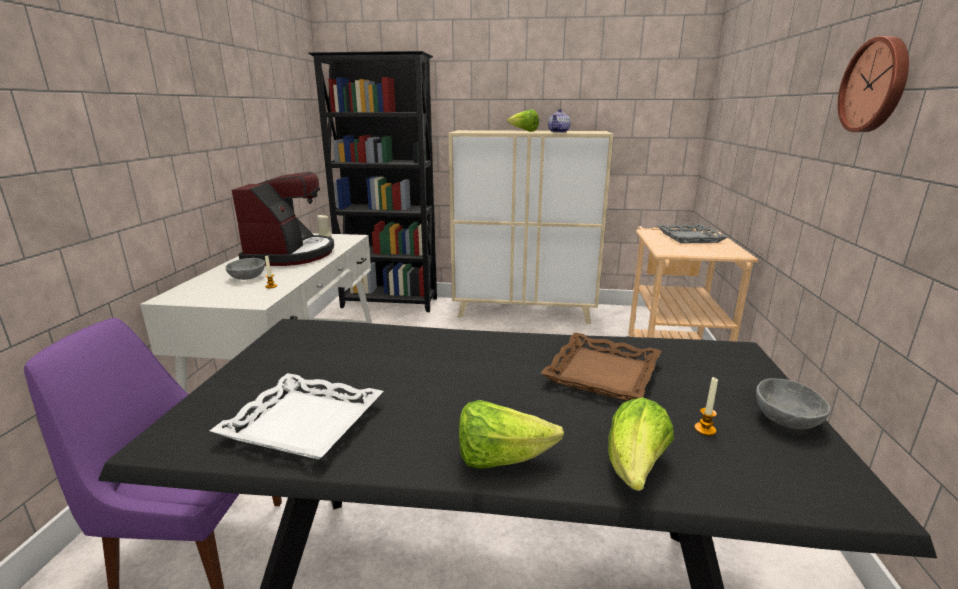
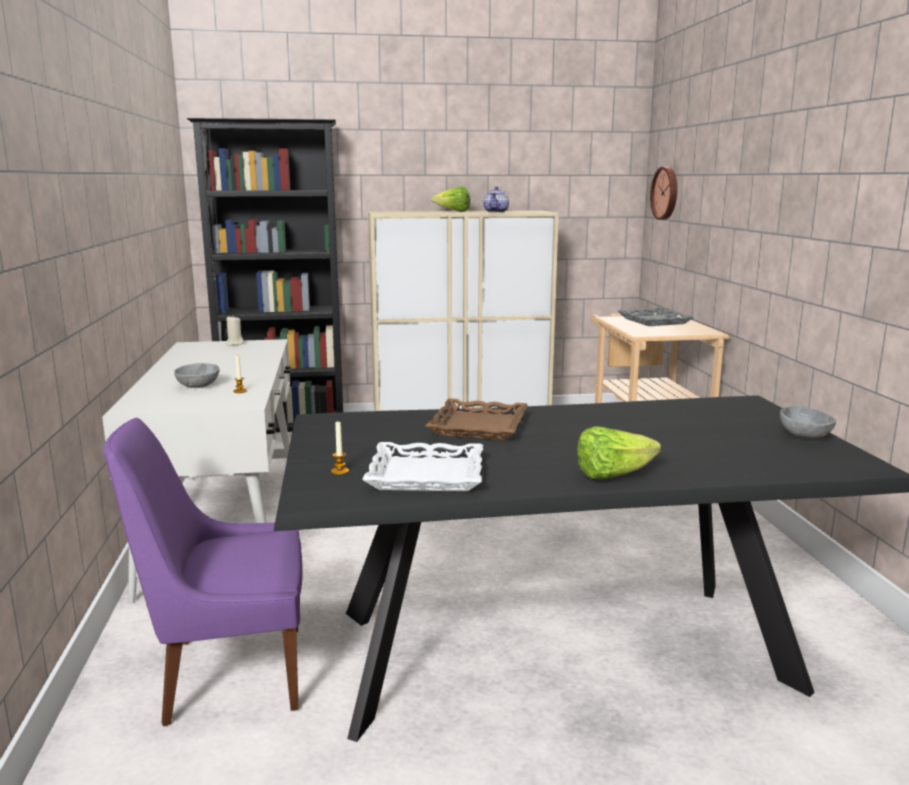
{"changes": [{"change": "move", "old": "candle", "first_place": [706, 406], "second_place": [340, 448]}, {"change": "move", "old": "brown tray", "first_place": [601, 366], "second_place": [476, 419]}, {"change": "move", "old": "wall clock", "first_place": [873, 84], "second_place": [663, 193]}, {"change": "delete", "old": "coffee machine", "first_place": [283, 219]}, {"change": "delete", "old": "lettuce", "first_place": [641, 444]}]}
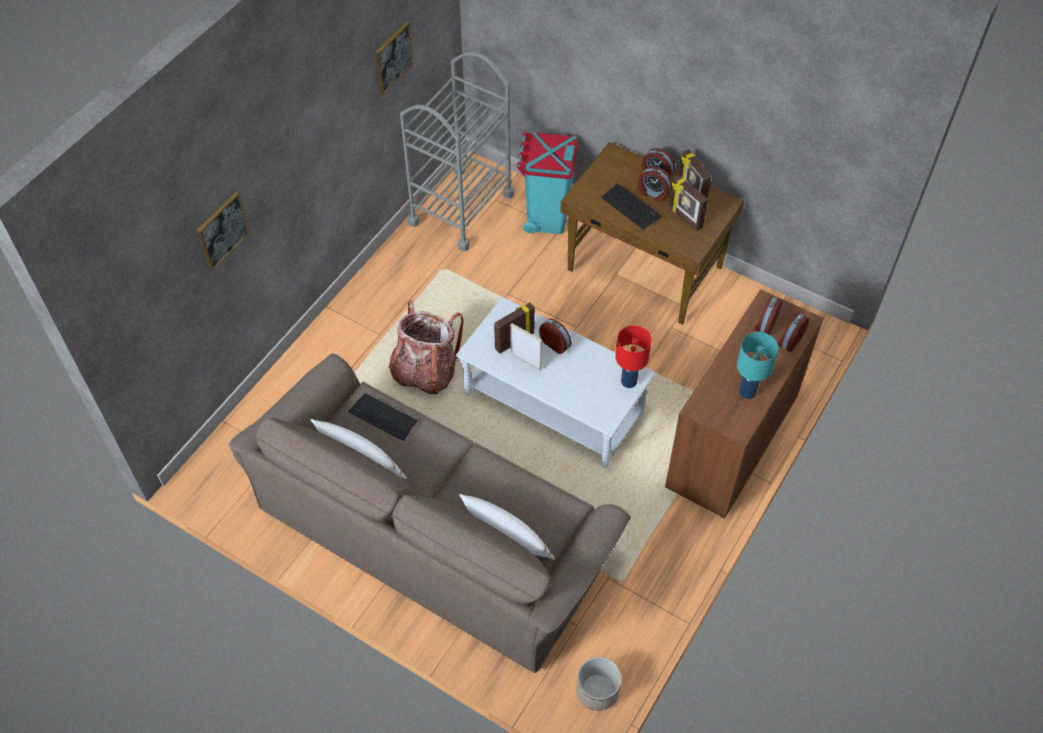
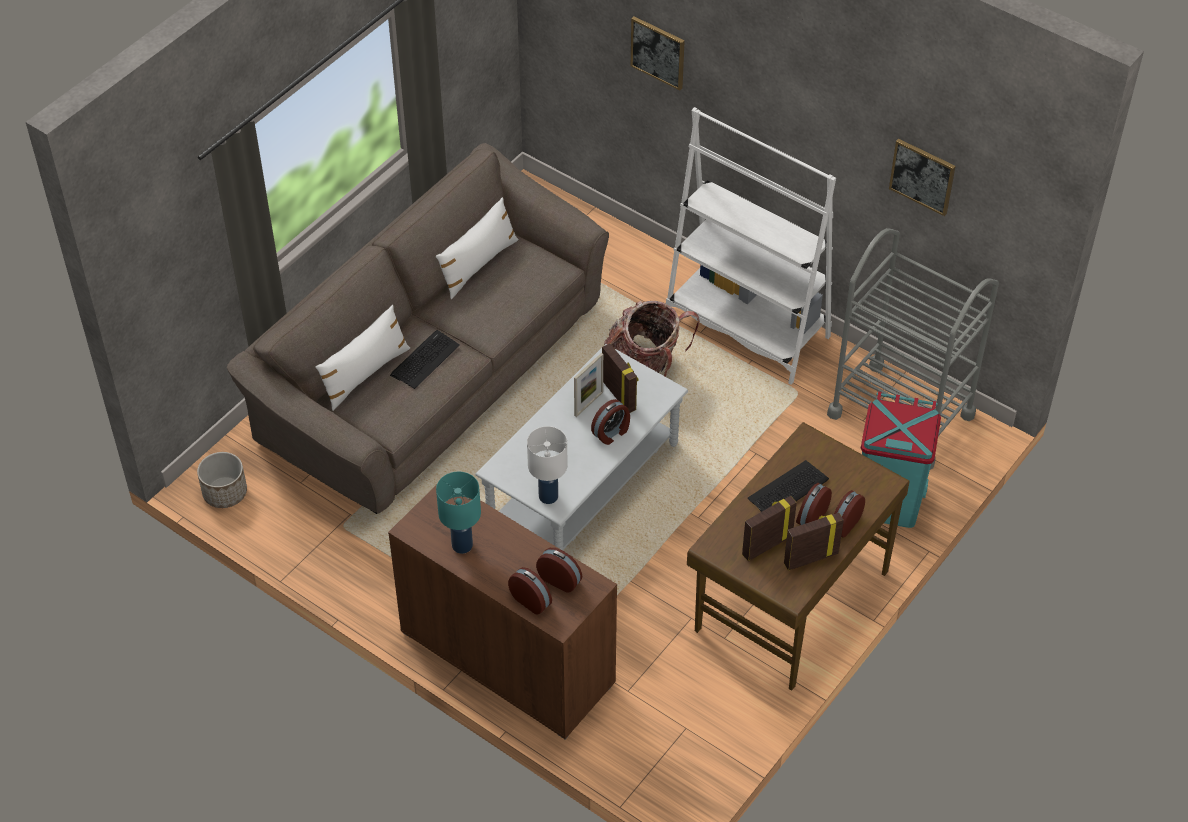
{"changes": [{"change": "move", "old": "keyboard", "first_place": [383, 417], "second_place": [425, 359]}, {"change": "recolor", "old": "red table lamp", "new": "white table lamp", "first_place": [634, 356], "second_place": [547, 465]}, {"change": "insert", "new": "white bookcase", "second_place": [751, 246]}]}
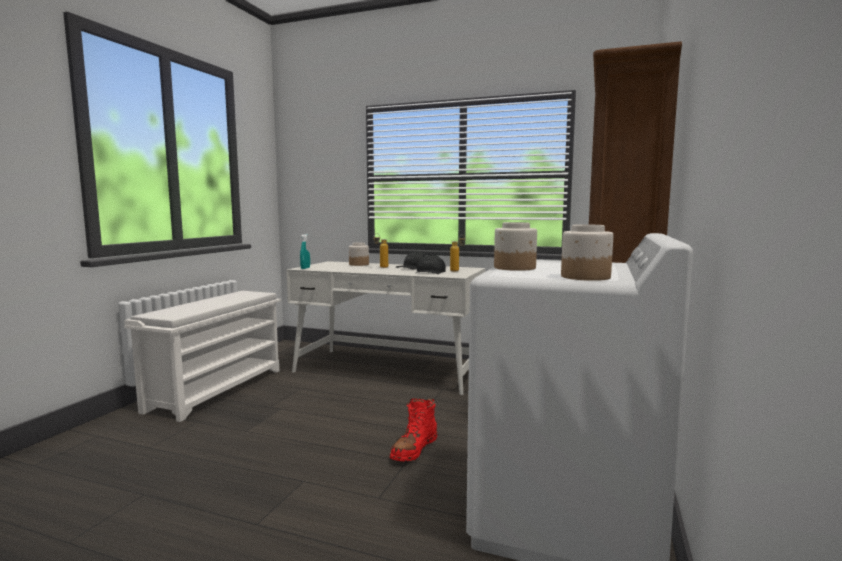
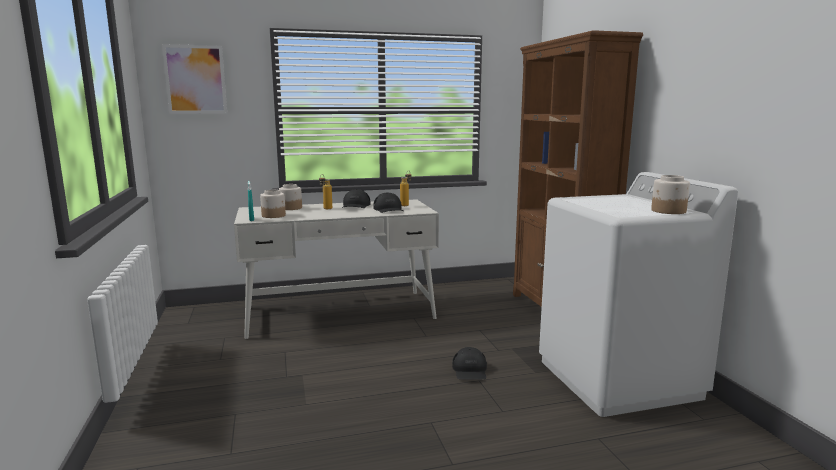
{"changes": [{"change": "insert", "new": "picture", "second_place": [194, 79]}, {"change": "move", "old": "jar", "first_place": [515, 246], "second_place": [273, 204]}, {"change": "replace", "old": "red boot", "new": "black cap", "first_place": [414, 429], "second_place": [469, 363]}, {"change": "delete", "old": "white shoe rack", "first_place": [202, 356]}]}
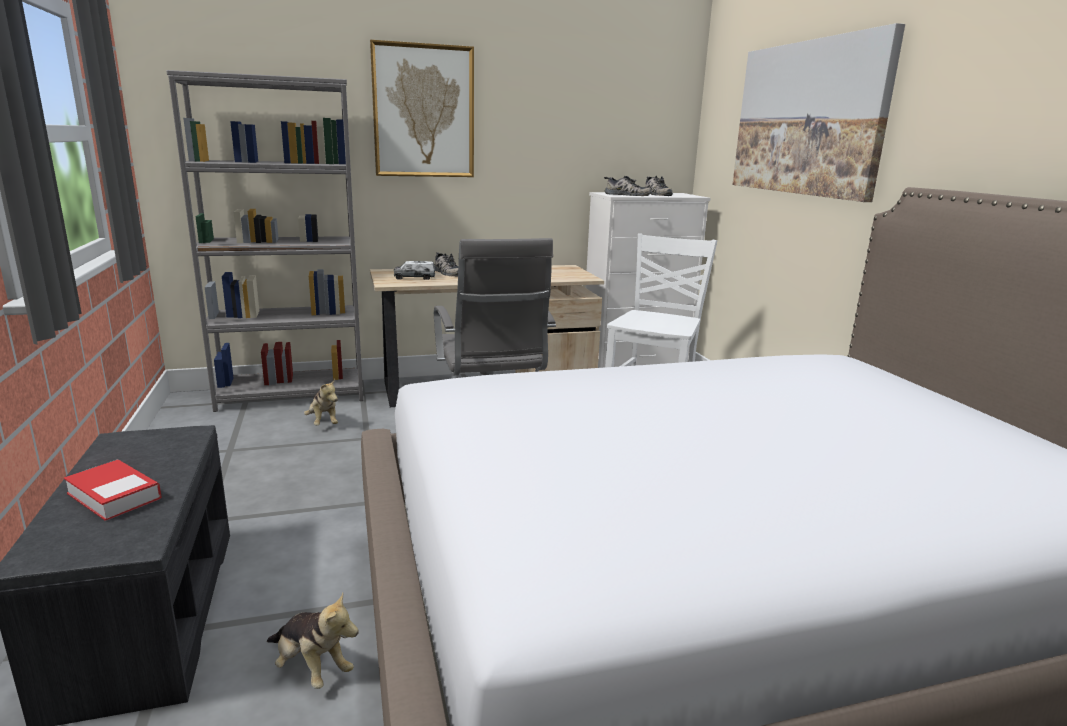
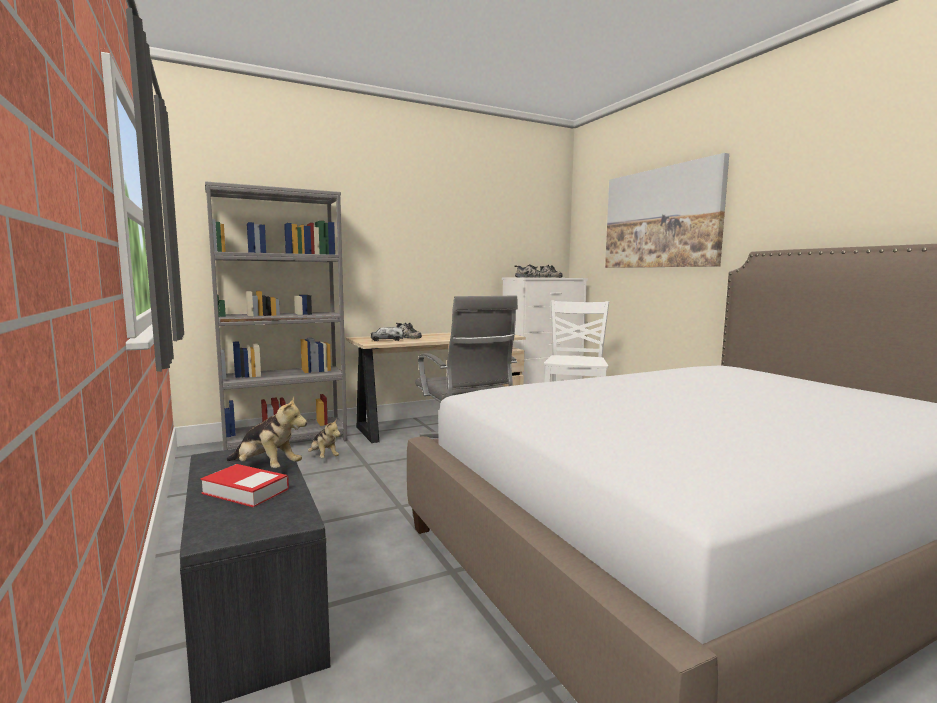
{"changes": [{"change": "move", "old": "plush toy", "first_place": [313, 641], "second_place": [266, 432]}, {"change": "delete", "old": "picture", "first_place": [422, 108]}]}
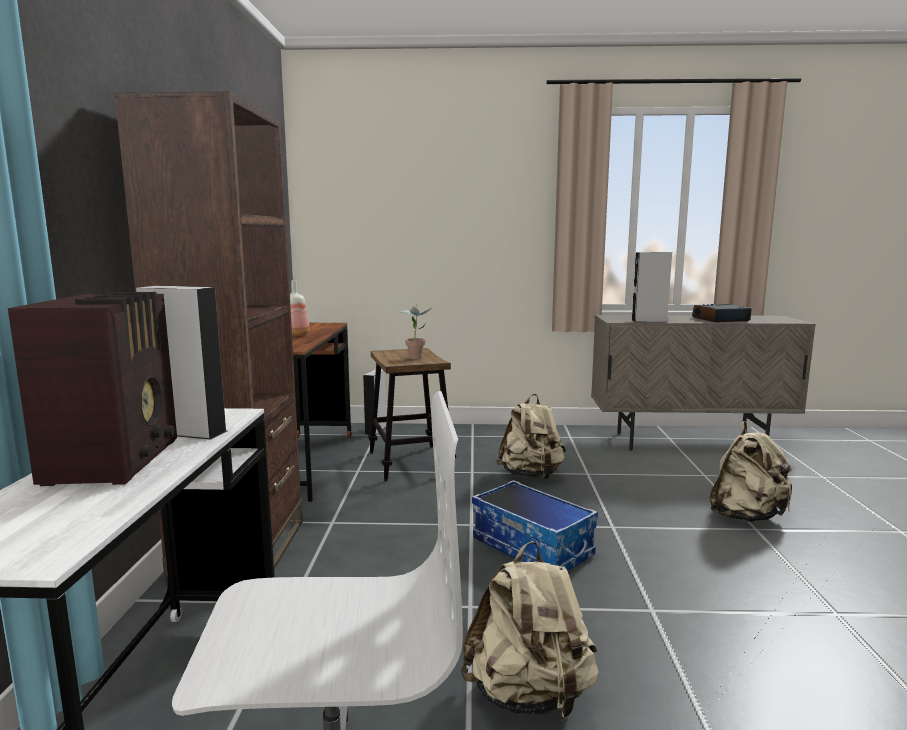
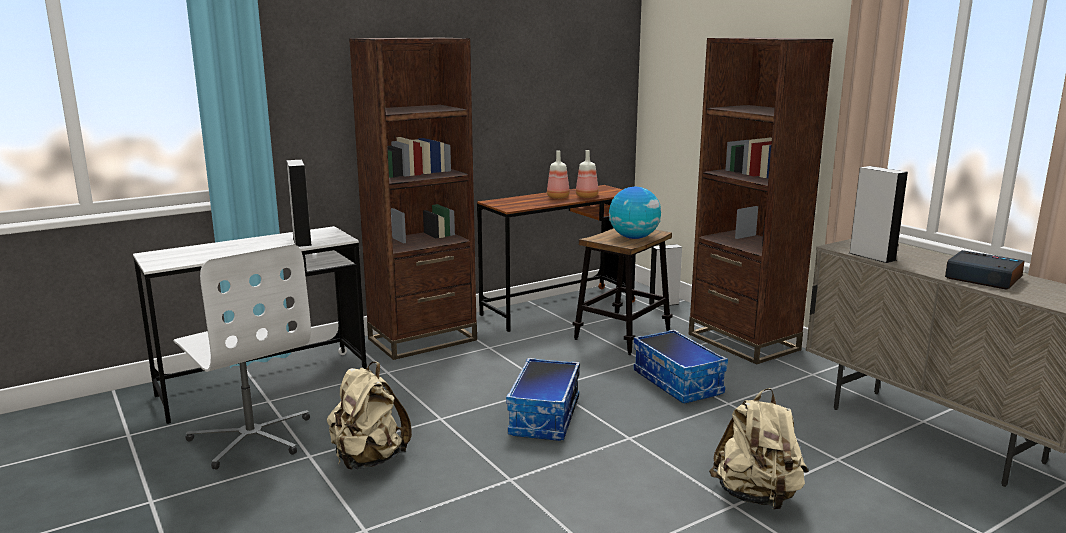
{"changes": [{"change": "insert", "new": "bottle", "second_place": [587, 174]}, {"change": "replace", "old": "potted plant", "new": "globe", "first_place": [415, 332], "second_place": [635, 213]}, {"change": "replace", "old": "beige backpack", "new": "storage box", "first_place": [531, 437], "second_place": [681, 366]}, {"change": "insert", "new": "brown bookcase", "second_place": [761, 201]}, {"change": "delete", "old": "radio", "first_place": [92, 389]}]}
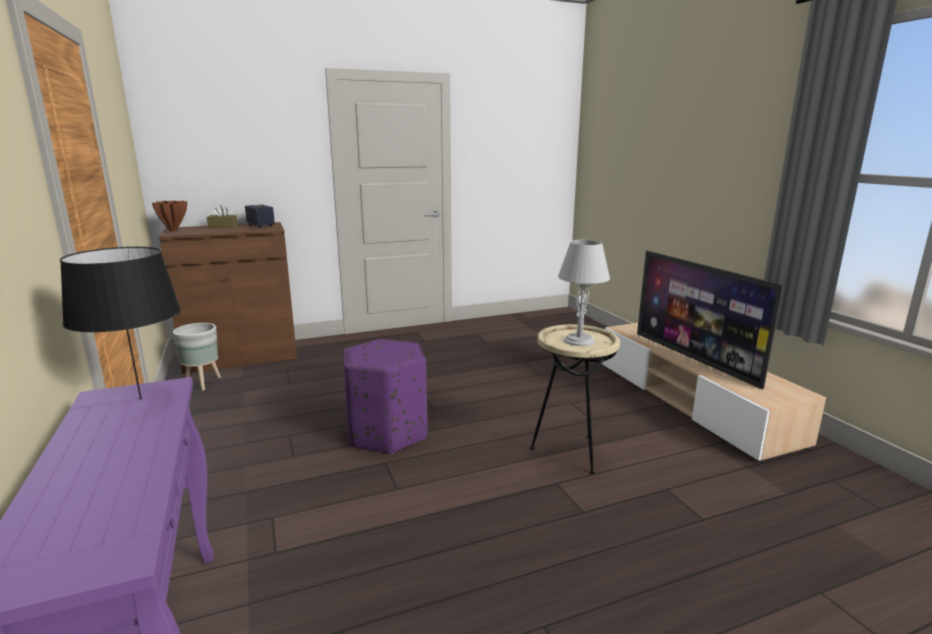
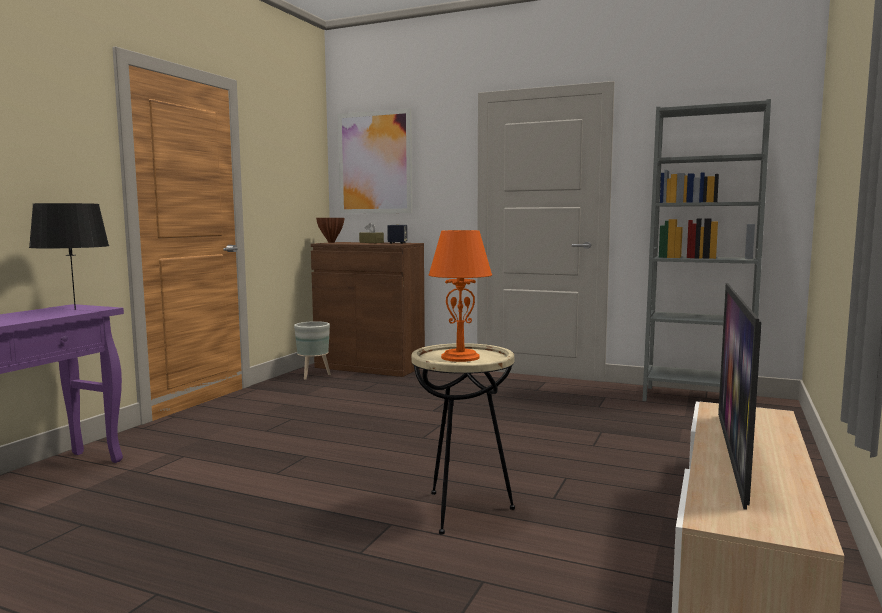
{"changes": [{"change": "insert", "new": "picture", "second_place": [375, 161]}, {"change": "recolor", "old": "grey table lamp", "new": "orange table lamp", "first_place": [584, 293], "second_place": [460, 296]}, {"change": "insert", "new": "grey bookcase", "second_place": [707, 250]}, {"change": "delete", "old": "purple ottoman", "first_place": [385, 396]}]}
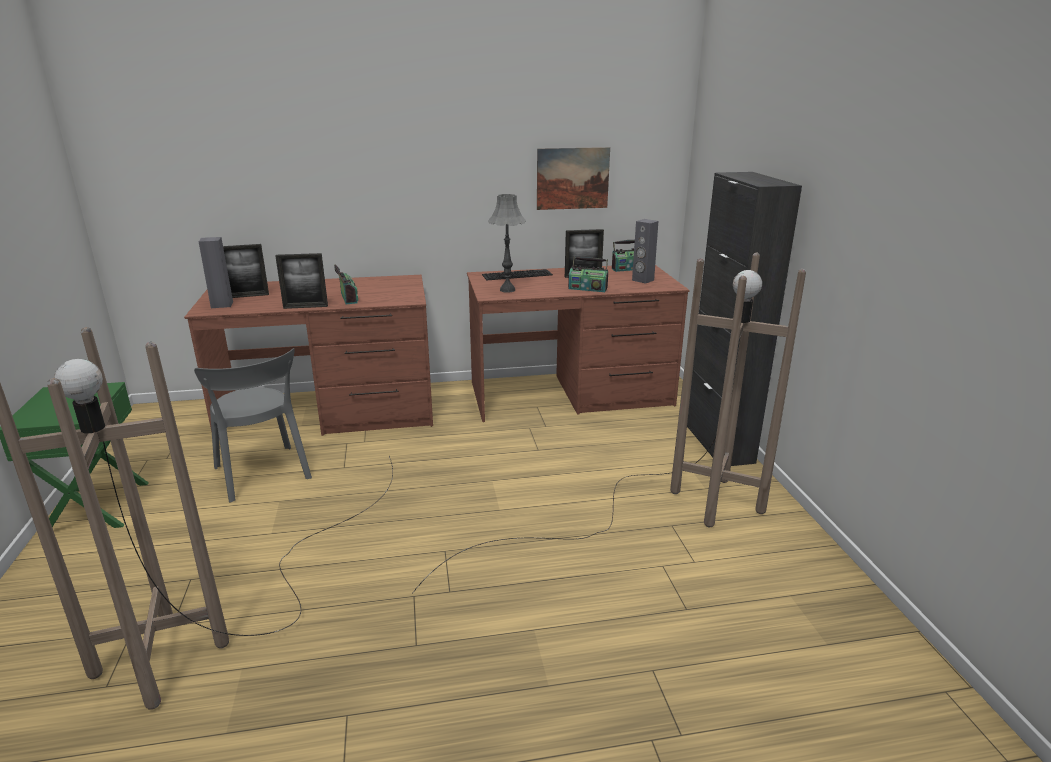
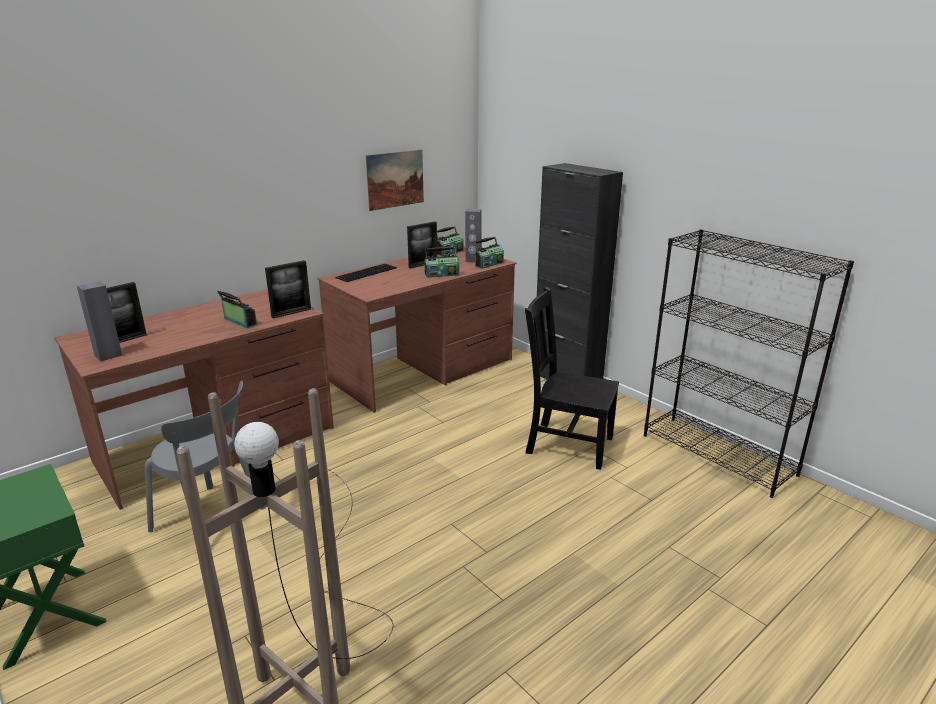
{"changes": [{"change": "move", "old": "picture frame", "first_place": [301, 281], "second_place": [288, 289]}, {"change": "insert", "new": "radio", "second_place": [489, 253]}, {"change": "replace", "old": "brown floor lamp", "new": "black chair", "first_place": [609, 423], "second_place": [572, 378]}, {"change": "insert", "new": "black bookcase", "second_place": [749, 363]}, {"change": "delete", "old": "grey table lamp", "first_place": [507, 243]}]}
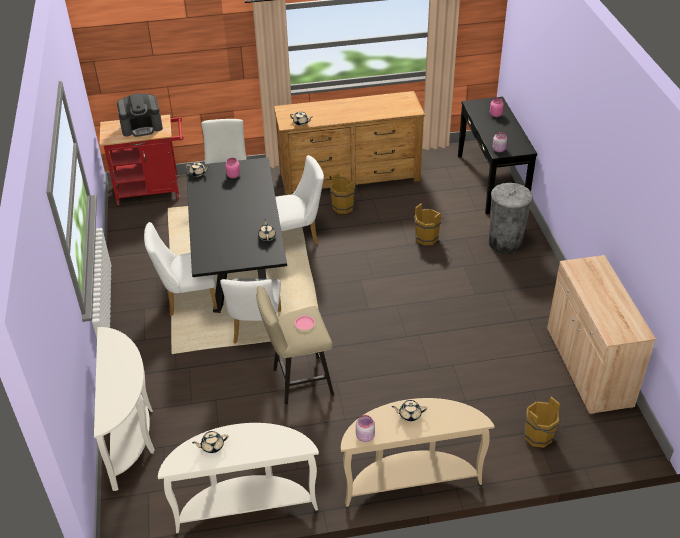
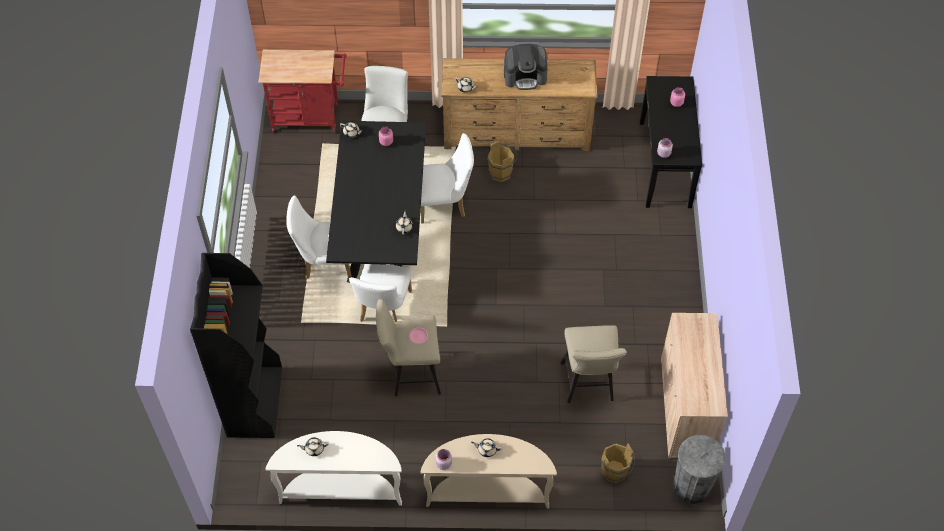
{"changes": [{"change": "replace", "old": "white console table", "new": "black bookcase", "first_place": [124, 409], "second_place": [236, 345]}, {"change": "move", "old": "coffee machine", "first_place": [140, 115], "second_place": [526, 67]}, {"change": "insert", "new": "beige stool", "second_place": [594, 364]}, {"change": "move", "old": "grey trash can", "first_place": [511, 218], "second_place": [699, 469]}, {"change": "delete", "old": "brown bucket", "first_place": [428, 224]}]}
